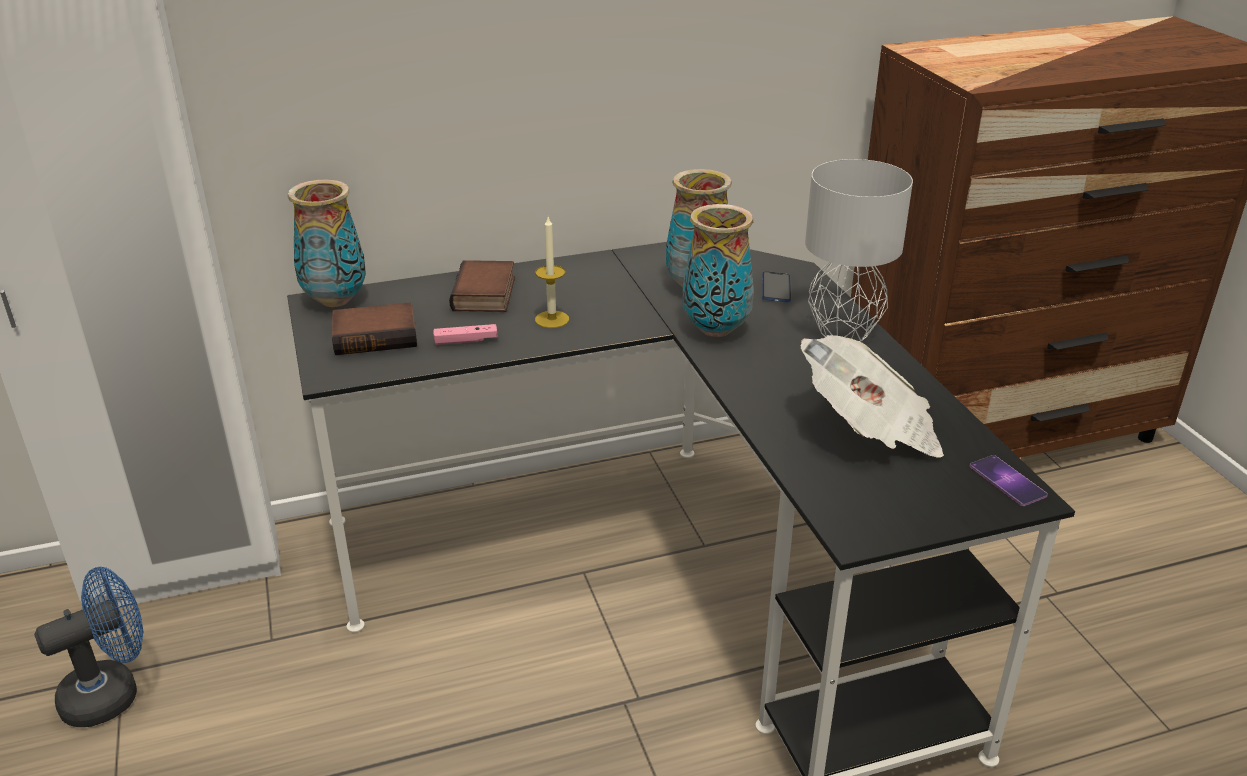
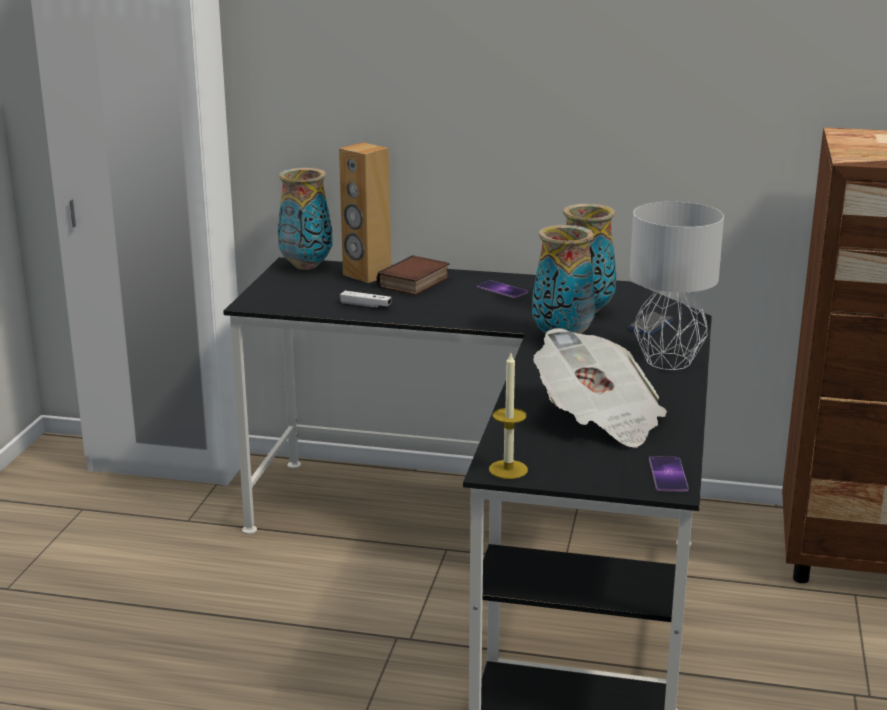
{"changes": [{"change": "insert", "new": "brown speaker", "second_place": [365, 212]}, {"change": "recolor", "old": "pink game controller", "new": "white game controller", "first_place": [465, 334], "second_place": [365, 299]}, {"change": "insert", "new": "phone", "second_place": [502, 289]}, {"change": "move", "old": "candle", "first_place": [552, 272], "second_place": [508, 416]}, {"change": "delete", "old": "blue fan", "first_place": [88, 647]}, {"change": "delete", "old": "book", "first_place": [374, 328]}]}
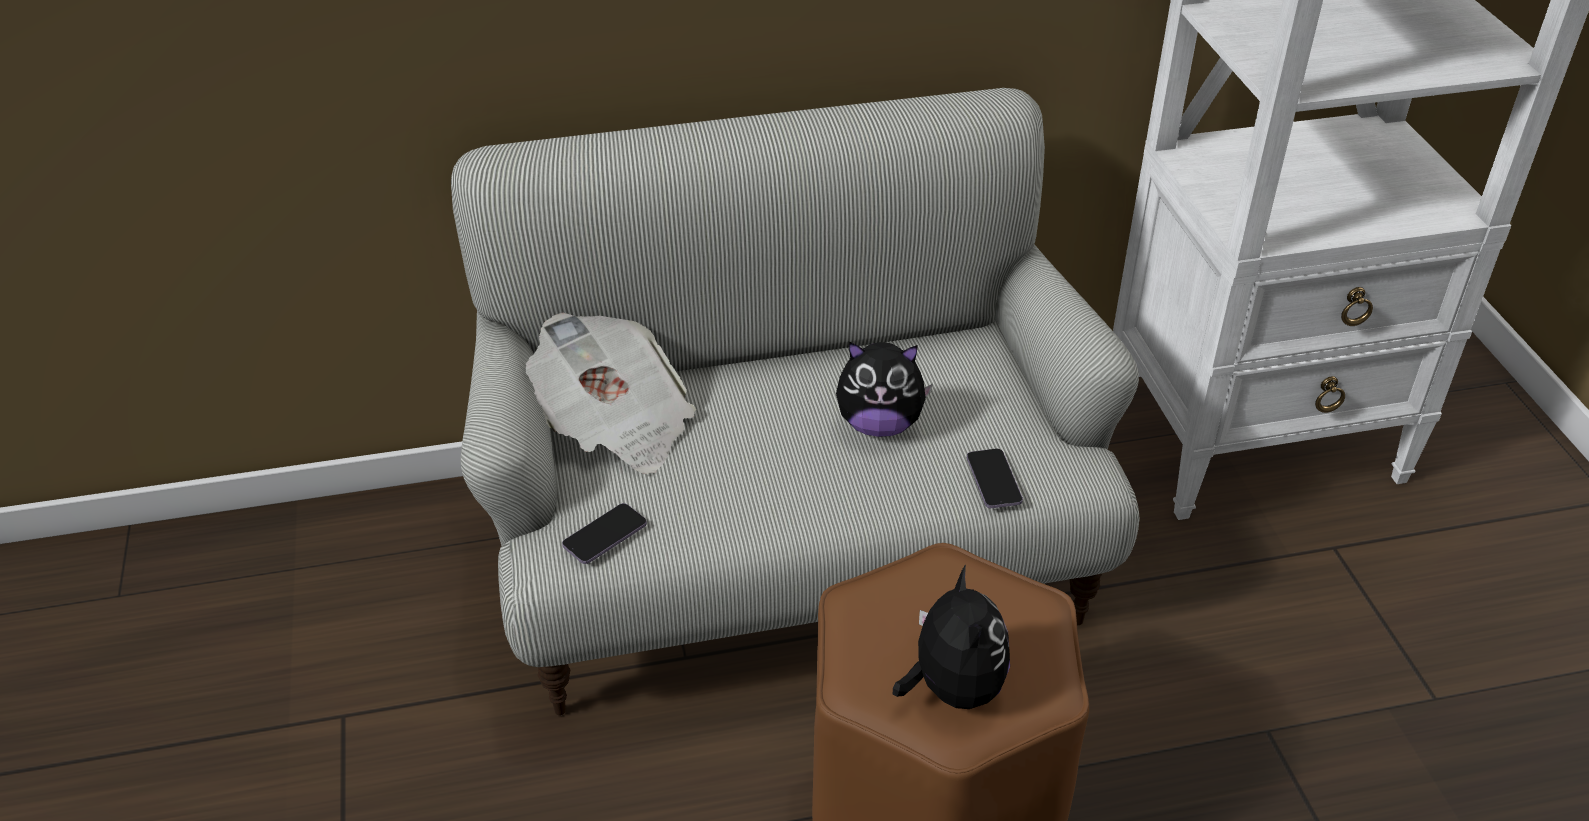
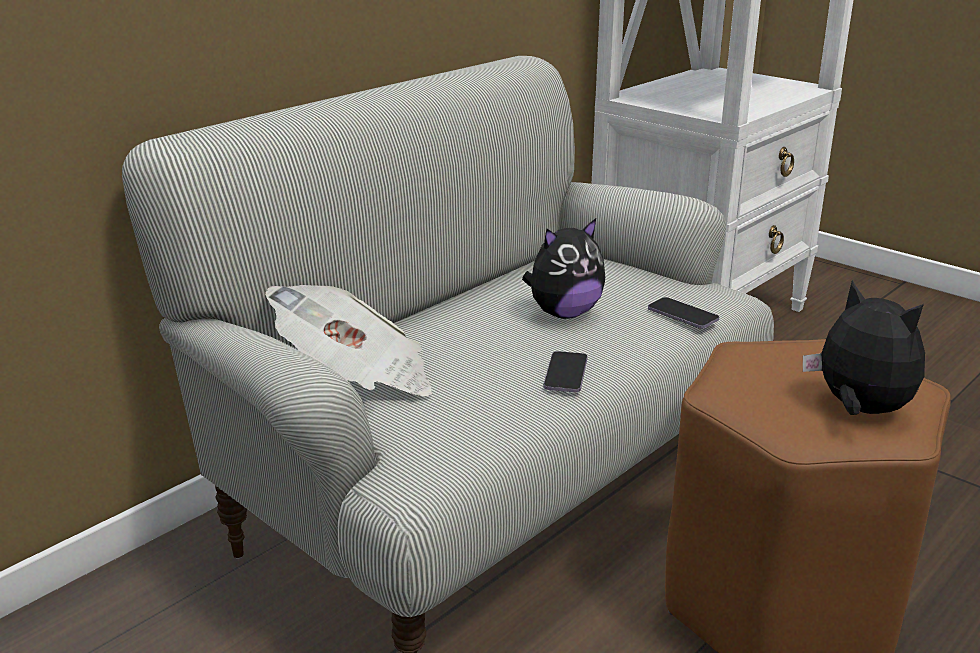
{"changes": [{"change": "move", "old": "phone", "first_place": [604, 533], "second_place": [566, 371]}]}
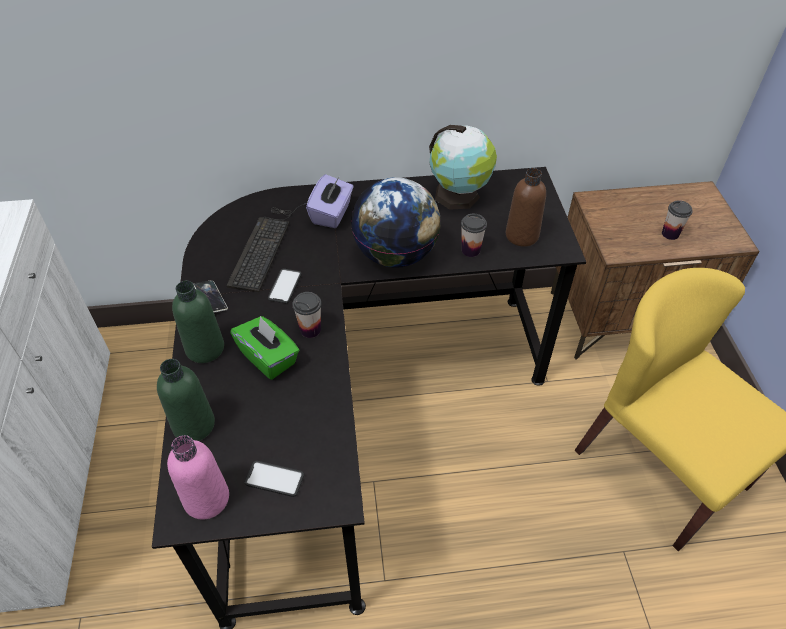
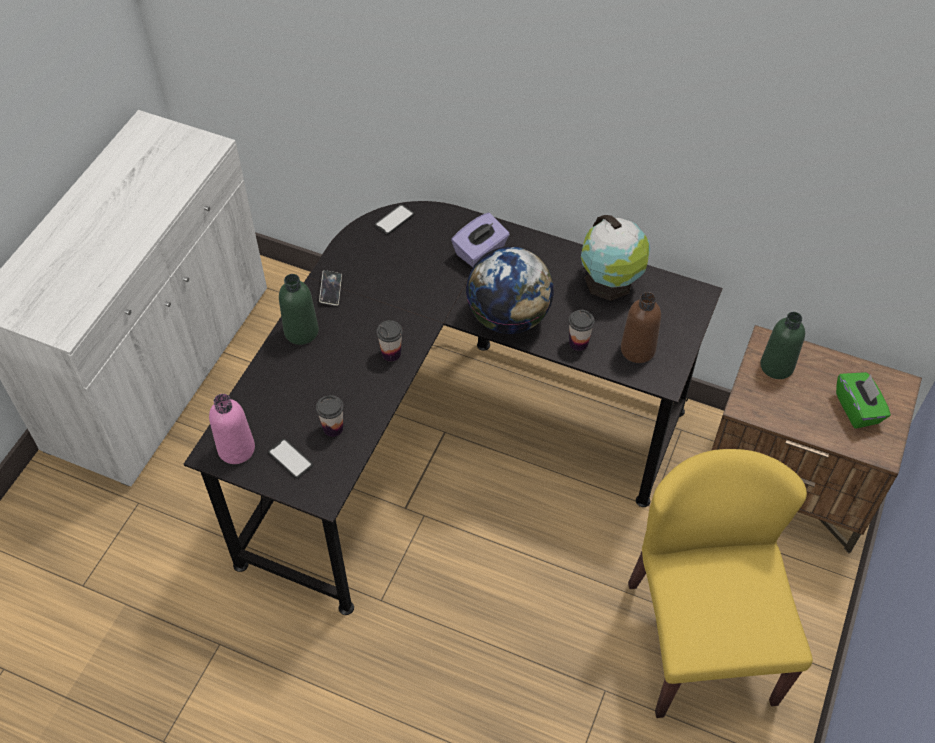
{"changes": [{"change": "move", "old": "cup", "first_place": [677, 220], "second_place": [330, 416]}, {"change": "move", "old": "phone", "first_place": [285, 285], "second_place": [394, 219]}, {"change": "move", "old": "green bottle", "first_place": [186, 400], "second_place": [782, 345]}, {"change": "move", "old": "green tissue box", "first_place": [265, 348], "second_place": [863, 400]}, {"change": "delete", "old": "keyboard", "first_place": [266, 247]}]}
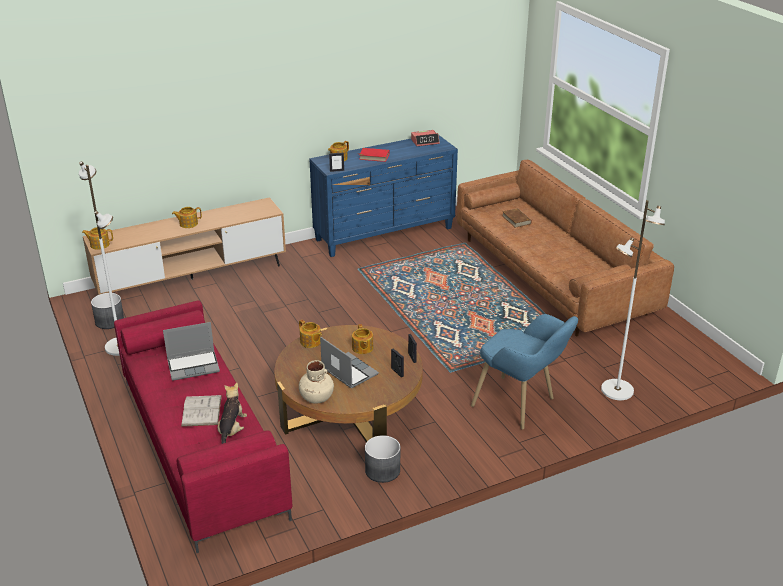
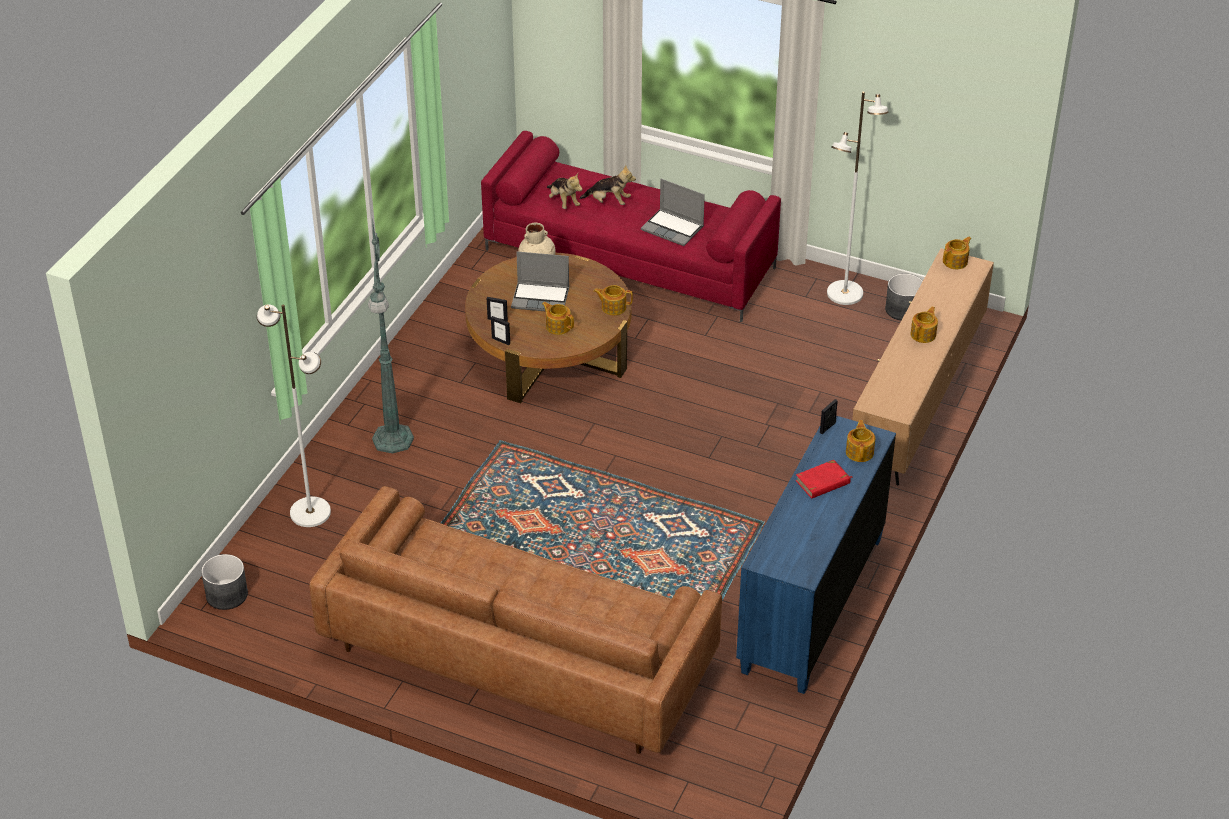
{"changes": [{"change": "move", "old": "grey planter", "first_place": [383, 459], "second_place": [224, 582]}, {"change": "replace", "old": "blue armchair", "new": "green floor lamp", "first_place": [524, 372], "second_place": [391, 335]}, {"change": "replace", "old": "white book", "new": "plush toy", "first_place": [201, 411], "second_place": [608, 185]}, {"change": "rotate", "old": "laptop", "first_place": [191, 351], "second_place": [673, 212], "degrees": -90}, {"change": "delete", "old": "alarm clock", "first_place": [425, 138]}, {"change": "delete", "old": "brown book", "first_place": [517, 218]}]}
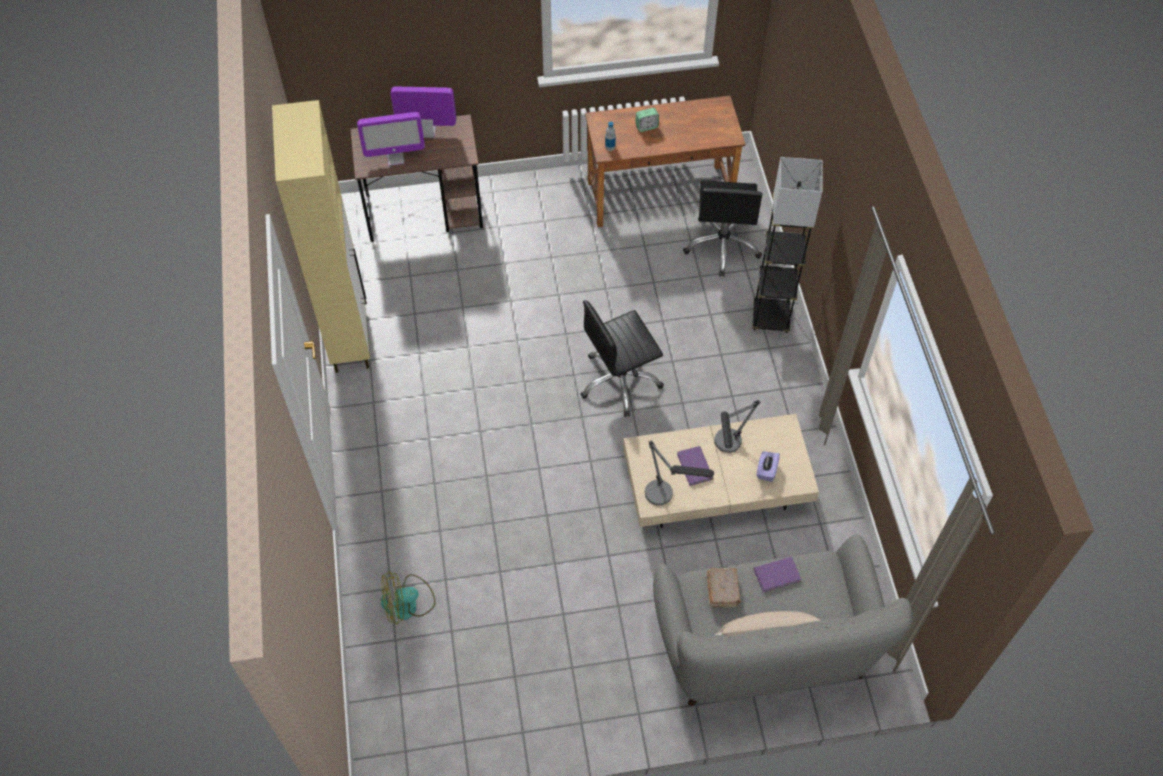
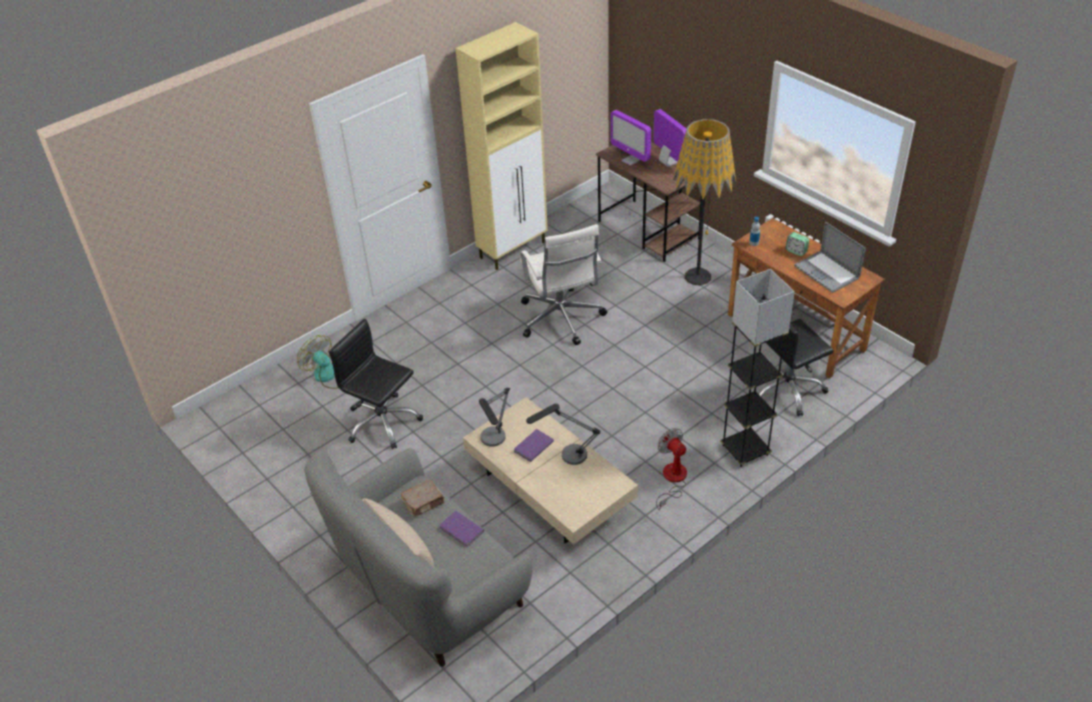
{"changes": [{"change": "move", "old": "black office chair", "first_place": [622, 358], "second_place": [376, 383]}, {"change": "insert", "new": "white office chair", "second_place": [563, 284]}, {"change": "insert", "new": "fan", "second_place": [671, 469]}, {"change": "insert", "new": "floor lamp", "second_place": [704, 202]}, {"change": "insert", "new": "laptop", "second_place": [830, 257]}, {"change": "delete", "old": "purple tissue box", "first_place": [768, 467]}]}
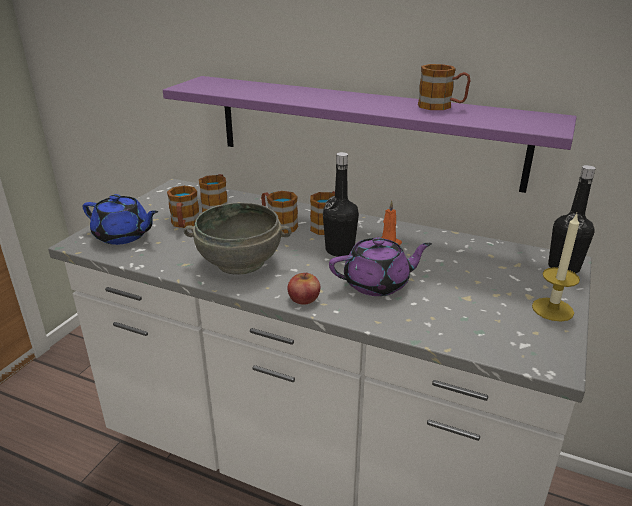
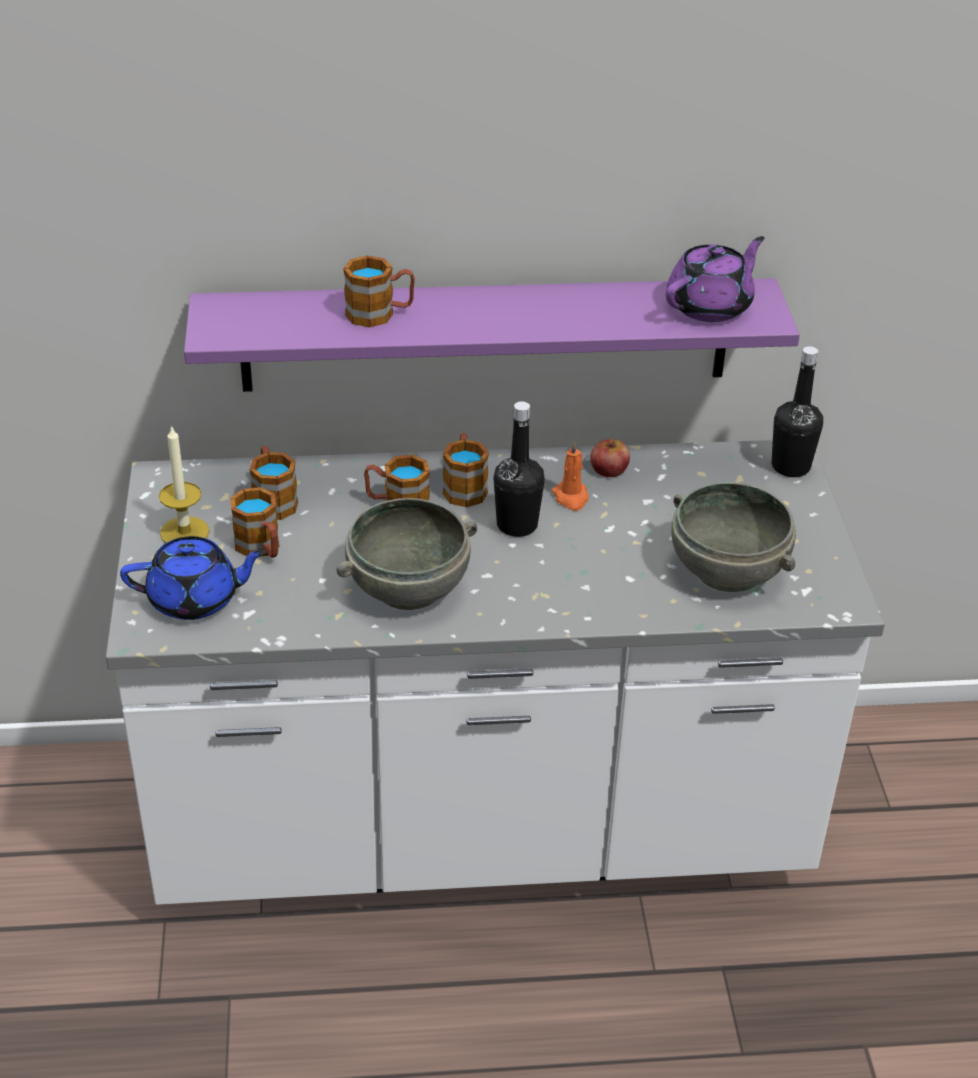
{"changes": [{"change": "move", "old": "candle", "first_place": [556, 268], "second_place": [184, 484]}, {"change": "move", "old": "mug", "first_place": [444, 87], "second_place": [379, 291]}, {"change": "move", "old": "apple", "first_place": [303, 288], "second_place": [610, 458]}, {"change": "move", "old": "purple teapot", "first_place": [380, 266], "second_place": [715, 279]}, {"change": "insert", "new": "grey bowl", "second_place": [733, 537]}]}
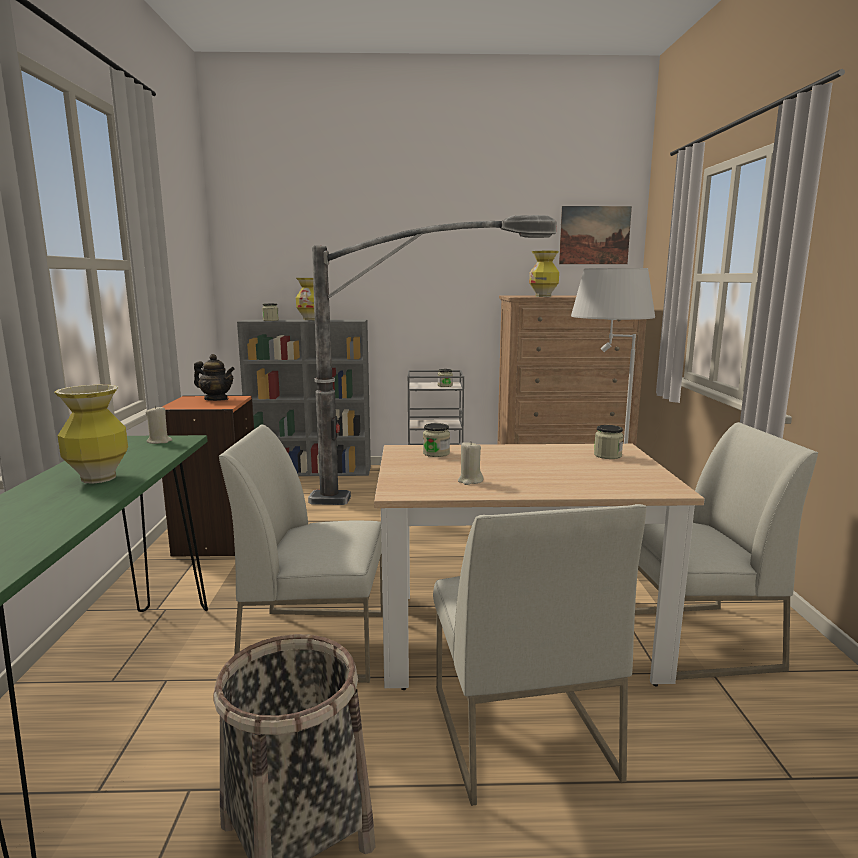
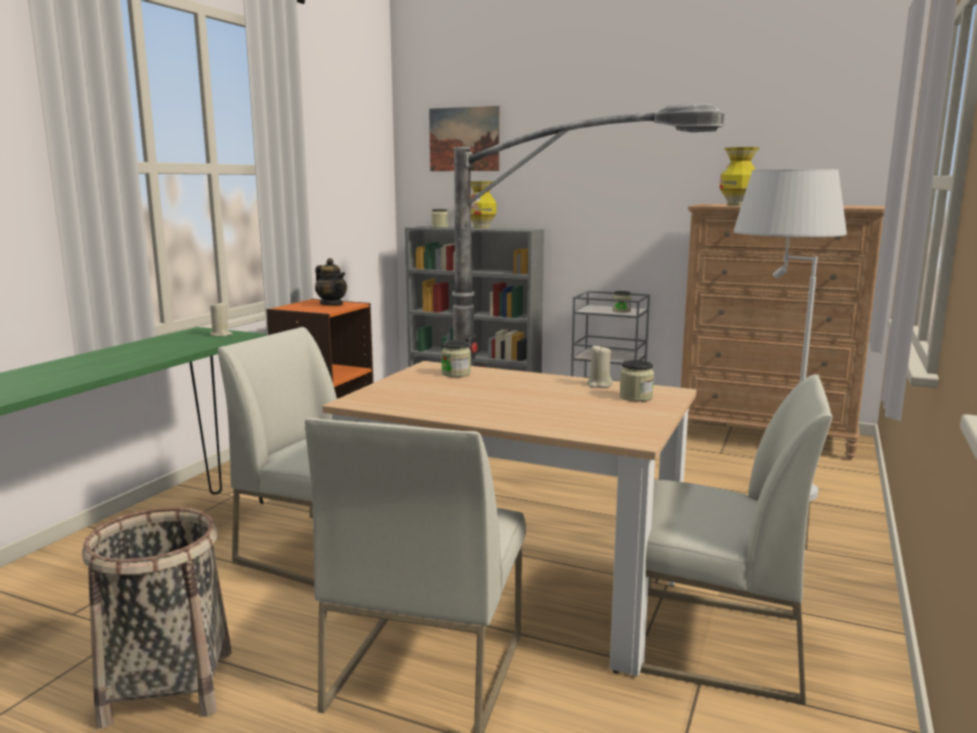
{"changes": [{"change": "move", "old": "picture", "first_place": [595, 235], "second_place": [464, 138]}, {"change": "move", "old": "beige candle", "first_place": [470, 463], "second_place": [600, 366]}, {"change": "delete", "old": "vase", "first_place": [91, 434]}]}
